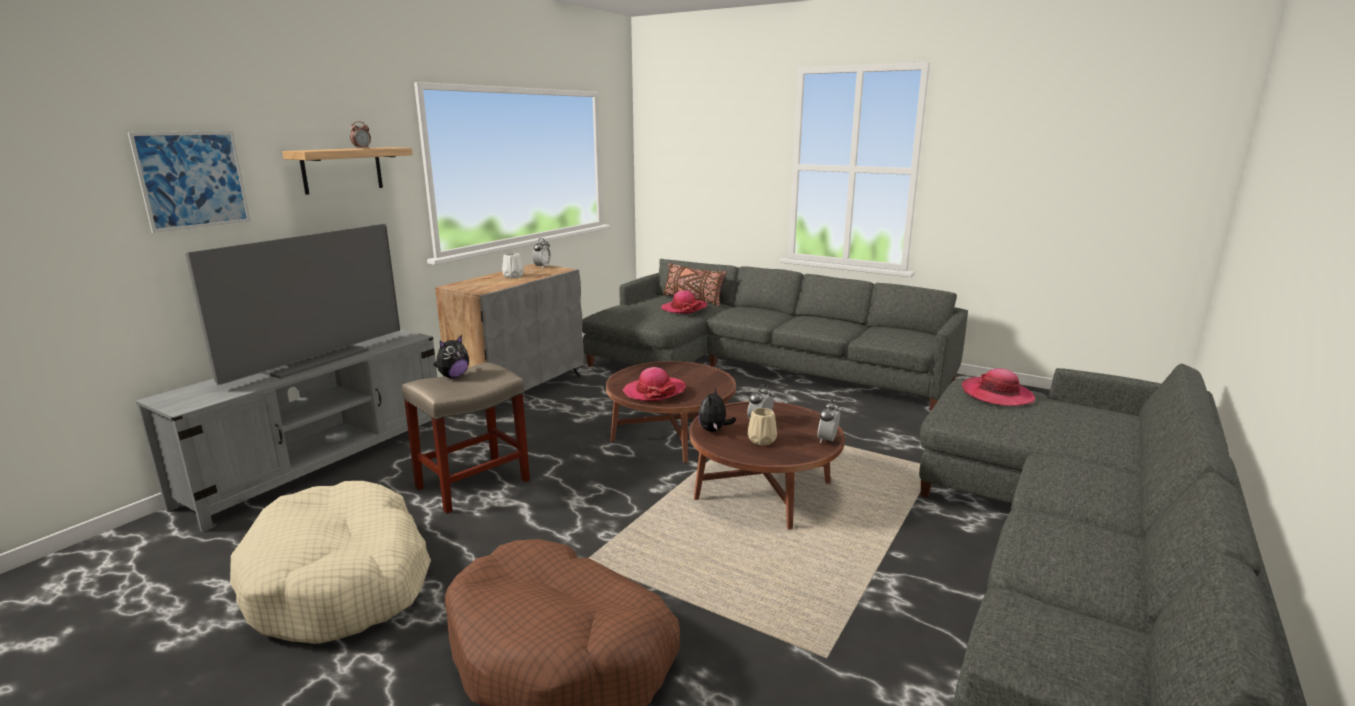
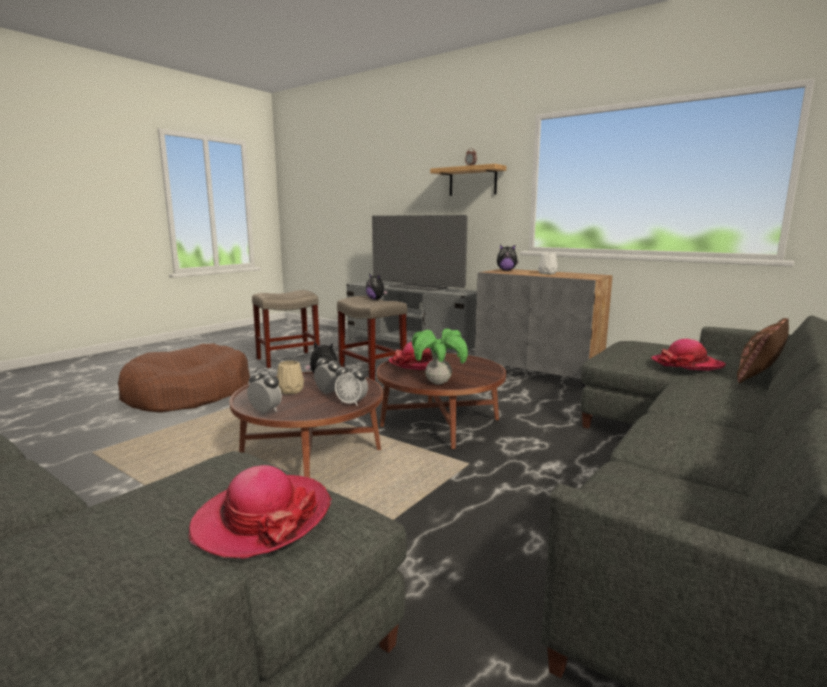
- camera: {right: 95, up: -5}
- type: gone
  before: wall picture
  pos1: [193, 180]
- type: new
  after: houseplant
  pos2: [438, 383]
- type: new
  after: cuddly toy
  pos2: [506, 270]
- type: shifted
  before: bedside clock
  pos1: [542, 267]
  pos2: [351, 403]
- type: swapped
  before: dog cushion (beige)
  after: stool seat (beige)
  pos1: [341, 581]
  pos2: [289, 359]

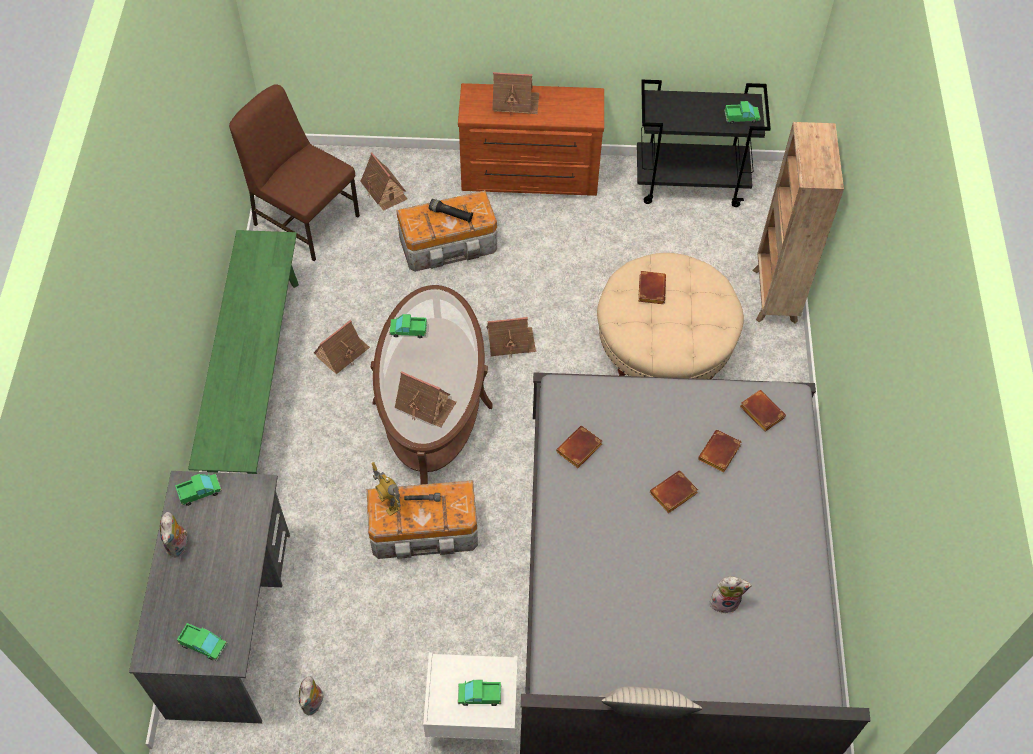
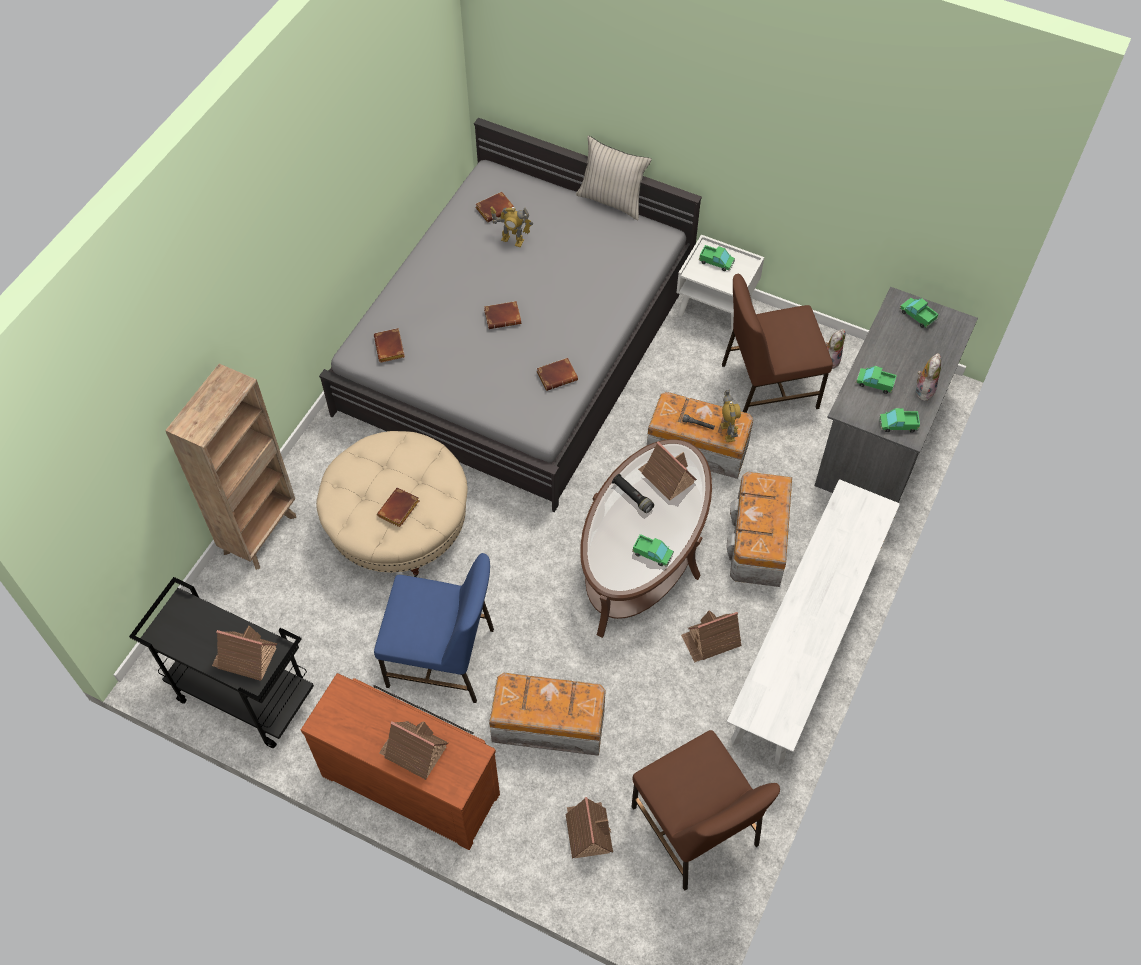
- camera: {right: -155, up: 0}
- type: new
  after: chair (blue)
  pos2: [442, 659]
- type: new
  after: chair (brownish)
  pos2: [767, 386]
- type: new
  after: storage bin
  pos2: [757, 542]
- type: shifted
  before: flashlight (black)
  pos1: [451, 215]
  pos2: [632, 496]
- type: shifted
  before: model house
  pos1: [510, 342]
  pos2: [245, 657]
- type: shifted
  before: bound book (brownish)
  pos1: [720, 454]
  pos2: [495, 208]
- type: shifted
  before: toy truck
  pos1: [741, 117]
  pos2: [874, 383]
- type: swapped
  before: cuddly toy
  after: robot figure
  pos1: [725, 601]
  pos2: [512, 240]
- type: repainted
  before: long seat (green)
  after: long seat (white-coloured)
  pos1: [257, 382]
  pos2: [806, 641]

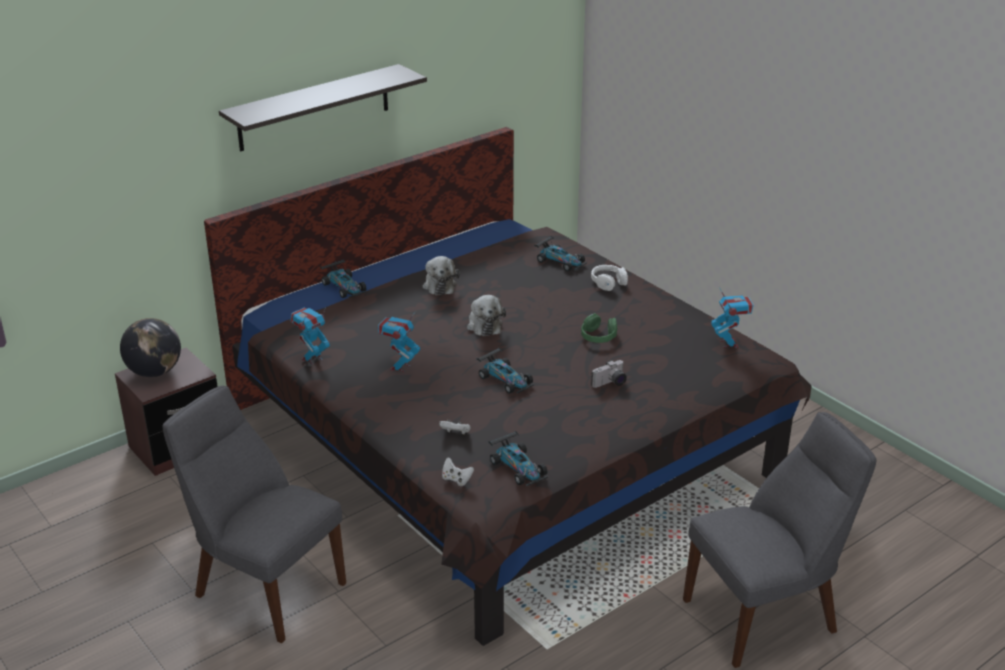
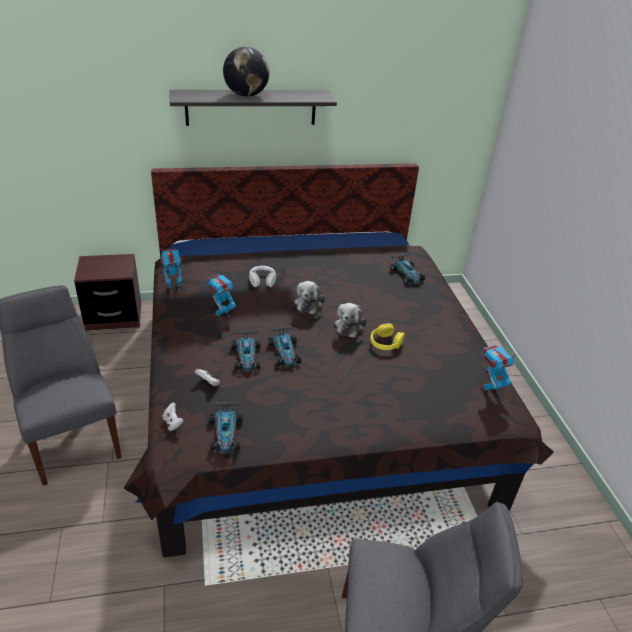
- camera: {right: 25, up: 5}
- type: gone
  before: photo camera
  pos1: [610, 383]
- type: shifted
  before: globe
  pos1: [154, 372]
  pos2: [246, 95]
- type: shifted
  before: toy car
  pos1: [344, 287]
  pos2: [246, 357]
- type: shifted
  before: cuddly toy
  pos1: [439, 285]
  pos2: [350, 326]
- type: shifted
  before: headphones (white-coloured)
  pos1: [608, 282]
  pos2: [262, 280]
- type: repainted
  before: headphones (green)
  after: headphones (yellow)
  pos1: [598, 336]
  pos2: [385, 343]
- type: rotated
  before: robot figure
  pos1: [729, 343]
  pos2: [489, 389]
  turn: -135

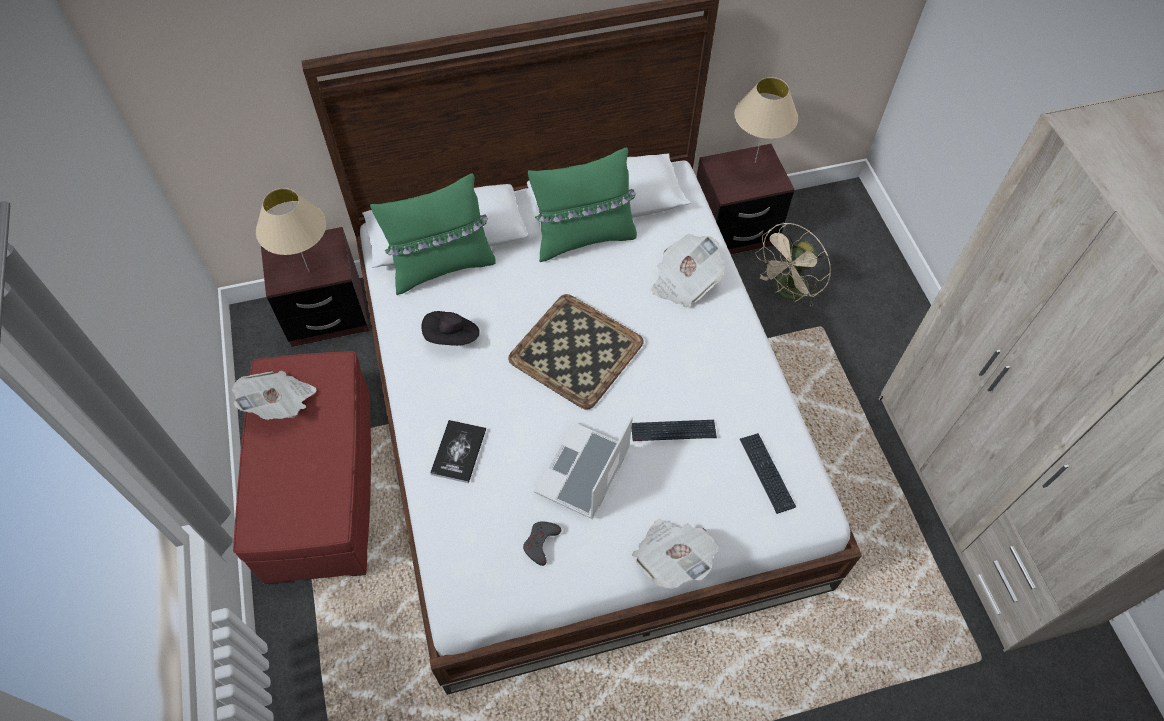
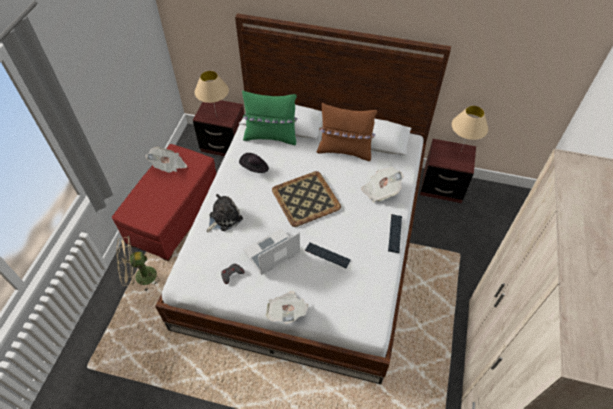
- camera: {right: 30, up: -5}
- type: shifted
  before: computer keyboard
  pos1: [766, 473]
  pos2: [395, 233]
- type: shifted
  before: electric fan (beige)
  pos1: [787, 293]
  pos2: [141, 278]
- type: swapped
  before: bound book
  after: cuddly toy
  pos1: [458, 452]
  pos2: [224, 218]
- type: repainted
  before: throw pillow (green)
  after: throw pillow (brownish)
  pos1: [584, 238]
  pos2: [345, 150]

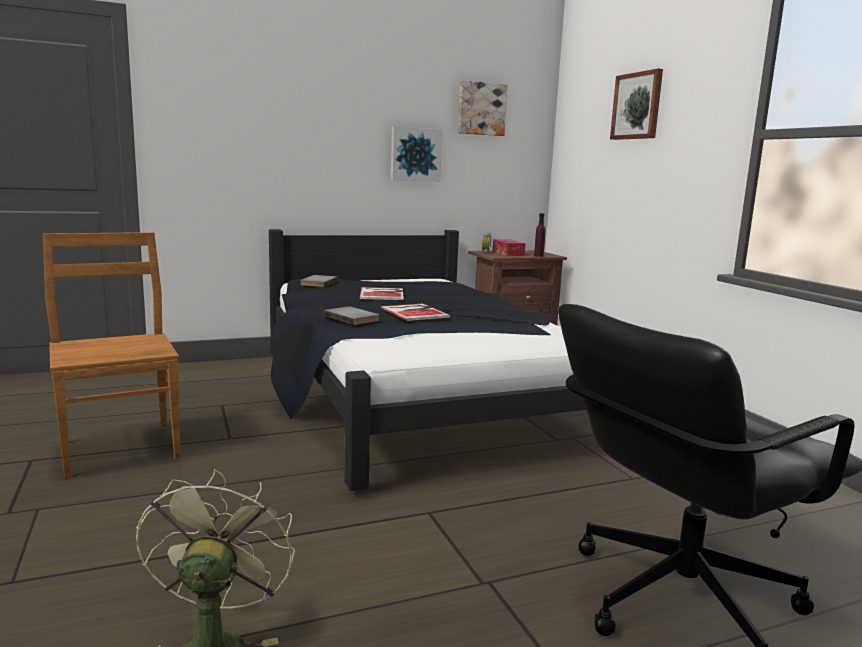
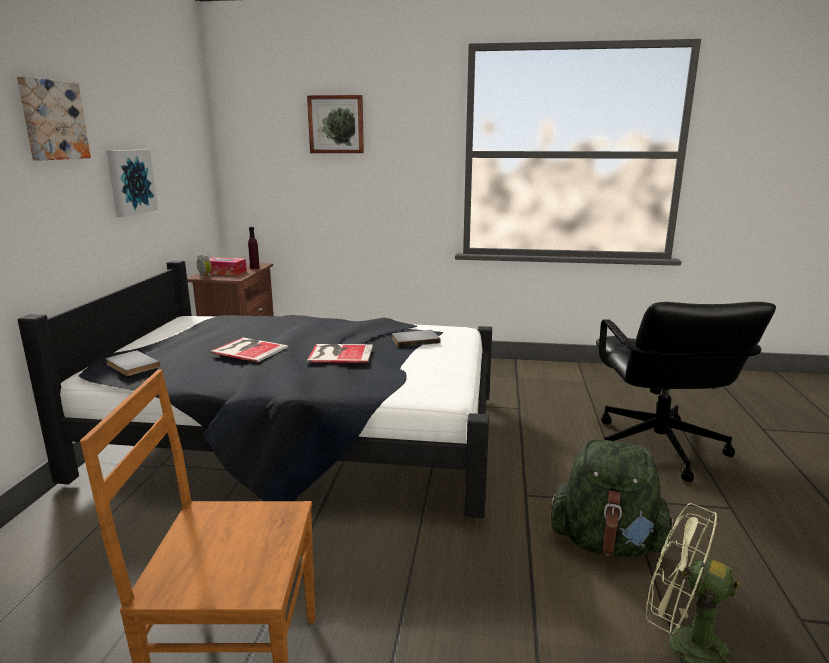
- camera: {right: -60, up: 5}
- type: new
  after: knapsack (green)
  pos2: [607, 543]
- type: shifted
  before: bound book (gray)
  pos1: [353, 317]
  pos2: [415, 340]
- type: shifted
  before: wall picture
  pos1: [481, 109]
  pos2: [52, 120]

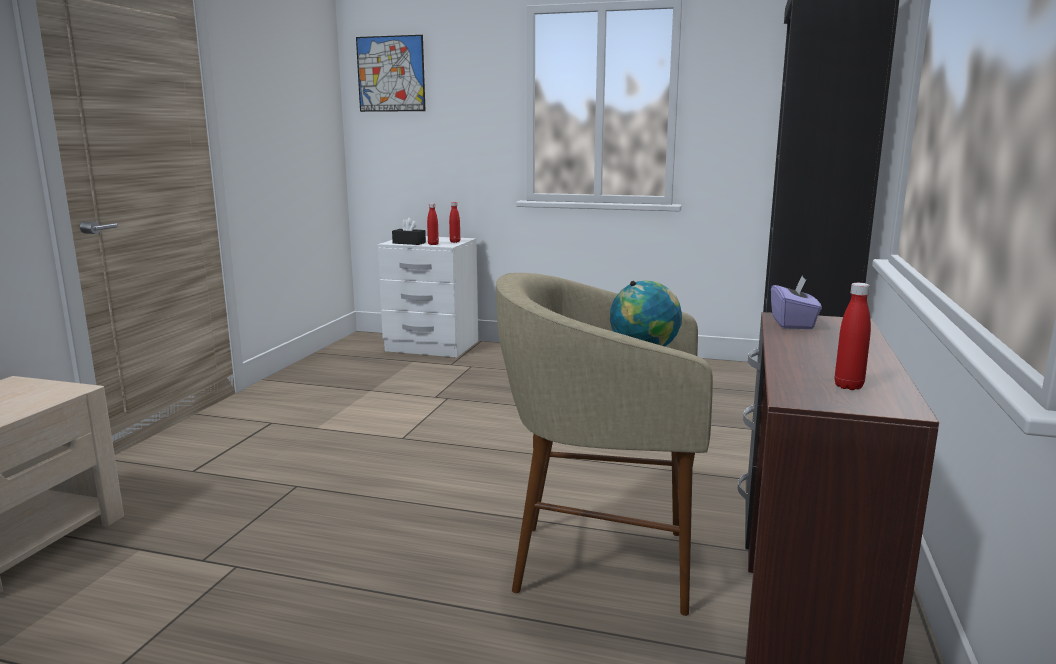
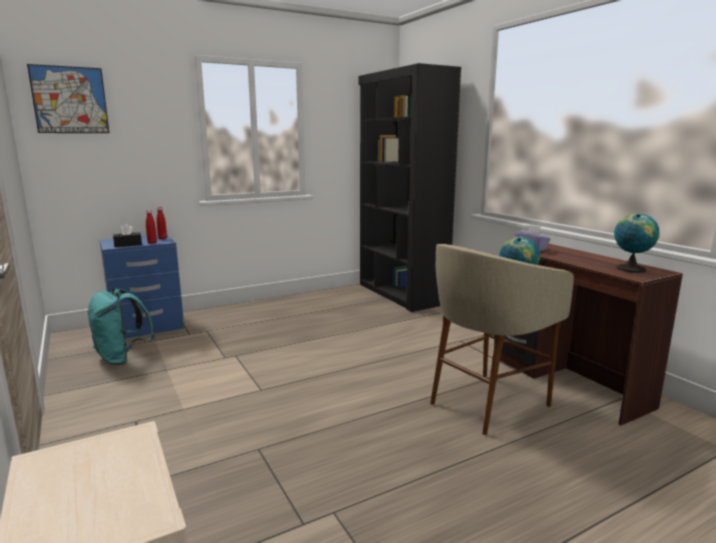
- camera: {right: -45, up: 0}
- type: new
  after: knapsack (turquoise)
  pos2: [122, 358]
- type: swapped
  before: beverage bottle (red)
  after: globe
  pos1: [848, 386]
  pos2: [630, 268]
- type: repainted
  before: nightstand (white-coloured)
  after: nightstand (blue)
  pos1: [431, 347]
  pos2: [147, 326]

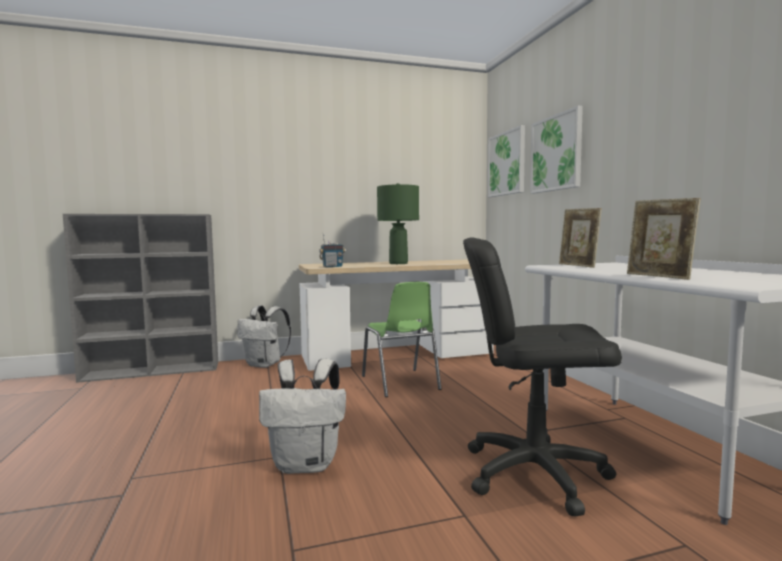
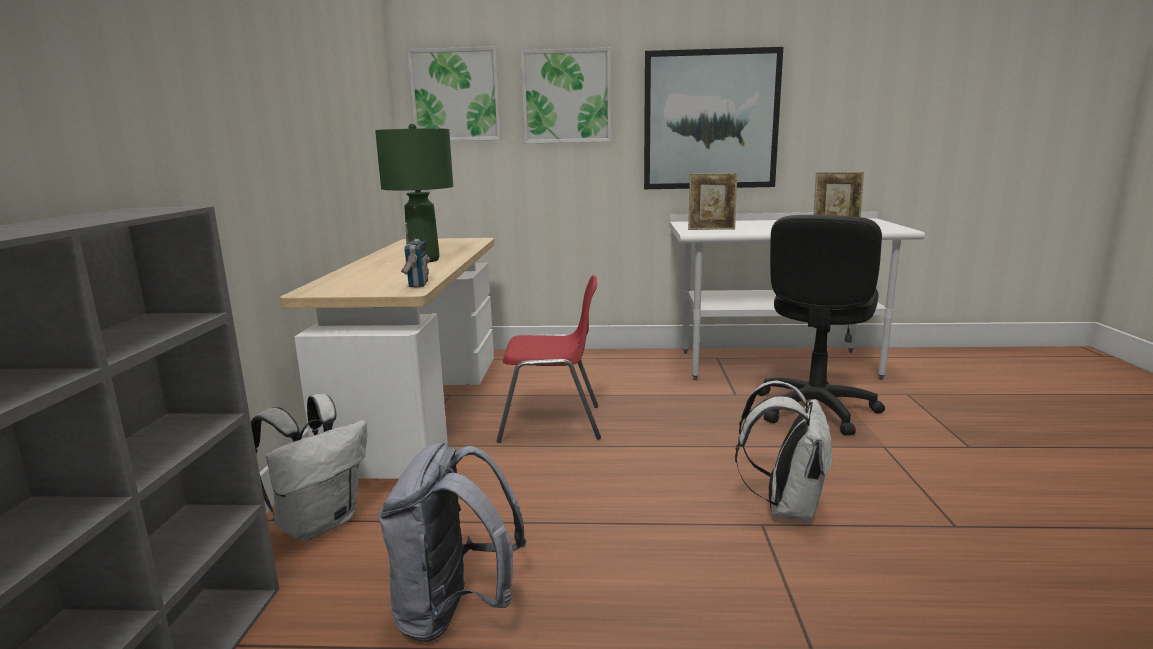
- camera: {right: -70, up: 10}
- type: new
  after: knapsack (gray)
  pos2: [454, 612]
- type: new
  after: wall picture
  pos2: [710, 120]
- type: repainted
  before: chair (green)
  after: chair (red)
  pos1: [400, 383]
  pos2: [552, 423]

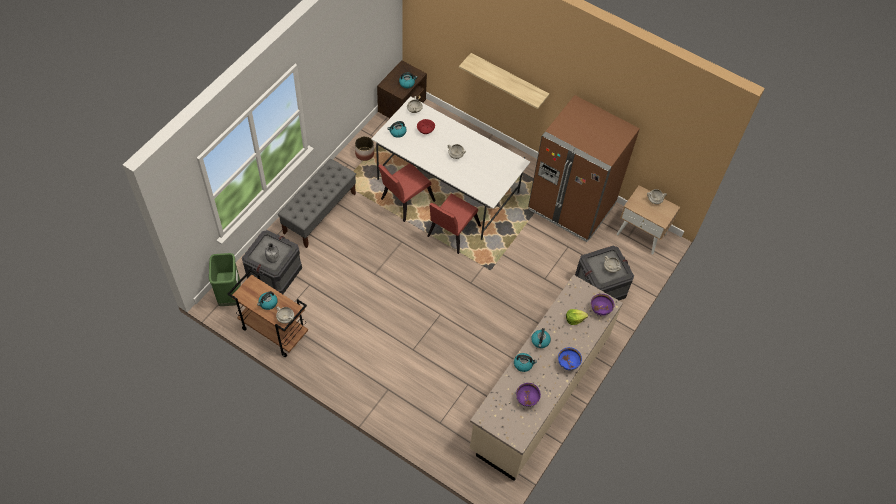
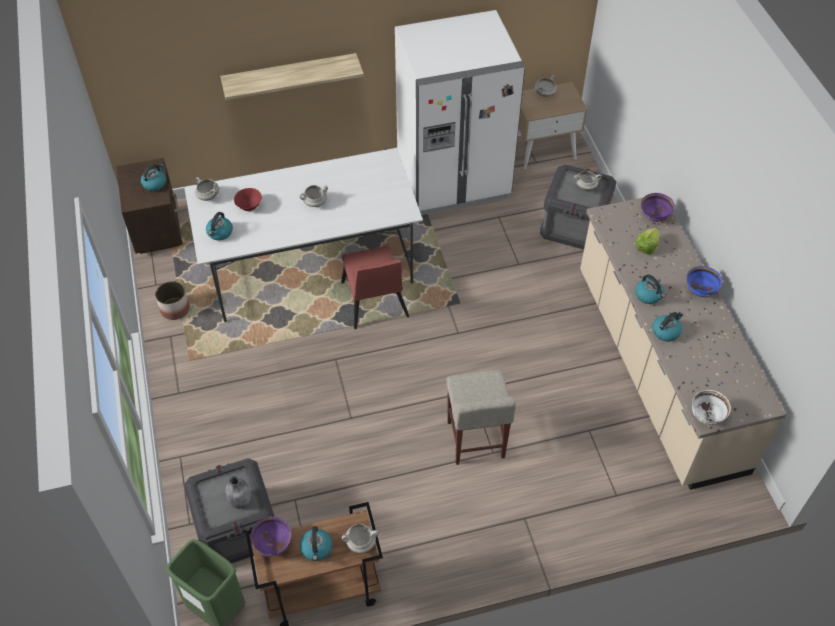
- camera: {right: -45, up: -5}
- type: gone
  before: long seat (gray)
  pos1: [320, 213]
- type: gone
  before: chair (red)
  pos1: [404, 201]
- type: new
  after: stool seat (beige)
  pos2: [475, 440]
- type: new
  after: deep dish (white-coloured)
  pos2: [706, 417]
- type: shifted
  before: deep dish (purple)
  pos1: [527, 399]
  pos2: [273, 544]
- type: repainted
  before: kitchen fridge (brownish)
  after: kitchen fridge (white-coloured)
  pos1: [571, 207]
  pos2: [453, 180]

